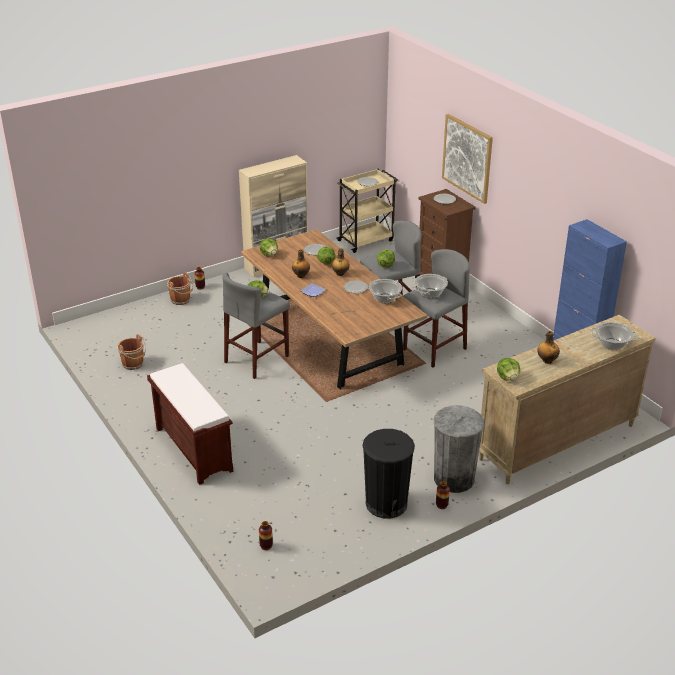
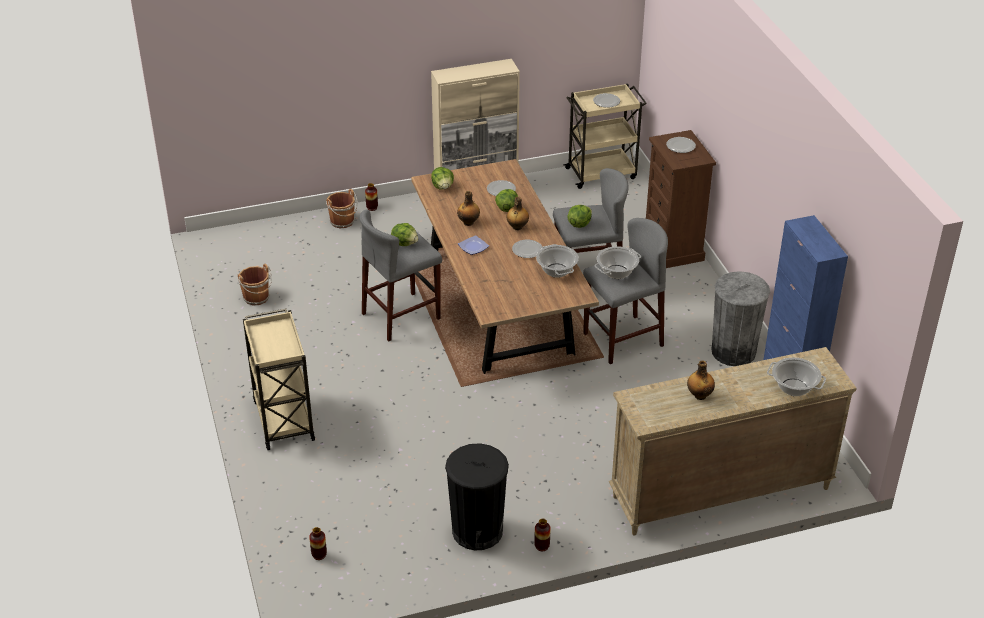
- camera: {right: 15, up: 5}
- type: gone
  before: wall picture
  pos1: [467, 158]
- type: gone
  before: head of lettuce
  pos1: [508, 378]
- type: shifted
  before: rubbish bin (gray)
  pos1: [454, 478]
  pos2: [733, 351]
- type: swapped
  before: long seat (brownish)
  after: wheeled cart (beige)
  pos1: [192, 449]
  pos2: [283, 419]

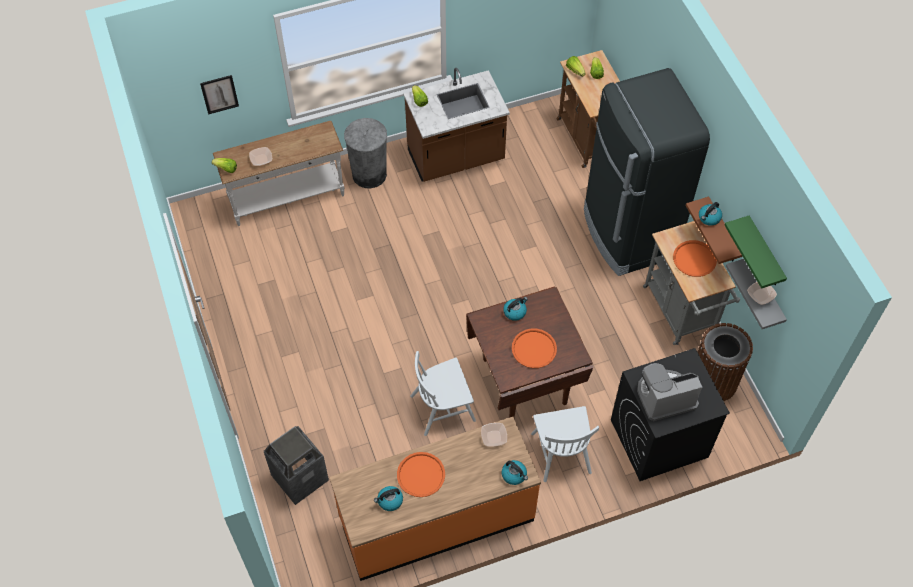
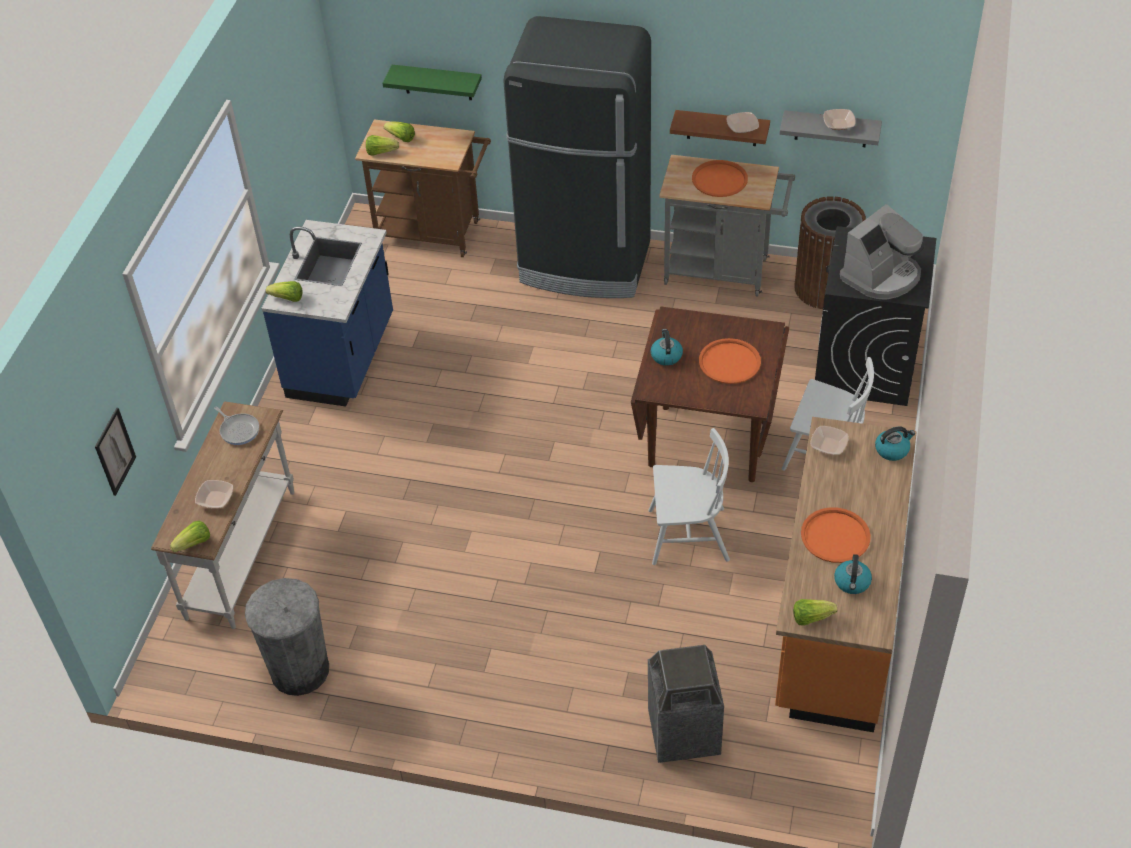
- camera: {right: -55, up: -10}
- type: gone
  before: water kettle
  pos1: [709, 218]
- type: new
  after: frying pan
  pos2: [238, 430]
- type: new
  after: deep dish
  pos2: [742, 127]
- type: new
  after: head of lettuce
  pos2: [811, 617]
- type: shifted
  before: rubbish bin (gray)
  pos1: [369, 174]
  pos2: [299, 670]
- type: shifted
  before: bracket shelf (green)
  pos1: [764, 254]
  pos2: [437, 82]
- type: repainted
  before: counter (brownish)
  after: counter (blue)
  pos1: [456, 158]
  pos2: [343, 358]
- type: rotated
  before: chair (white-coloured)
  pos1: [443, 407]
  pos2: [687, 535]
  turn: -105
- type: rotated
  before: coffee machine
  pos1: [664, 396]
  pos2: [881, 276]
  turn: -150

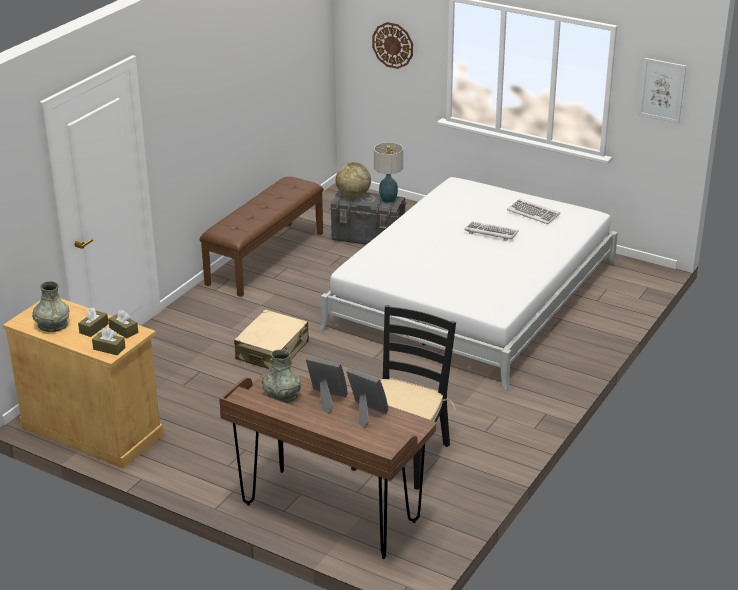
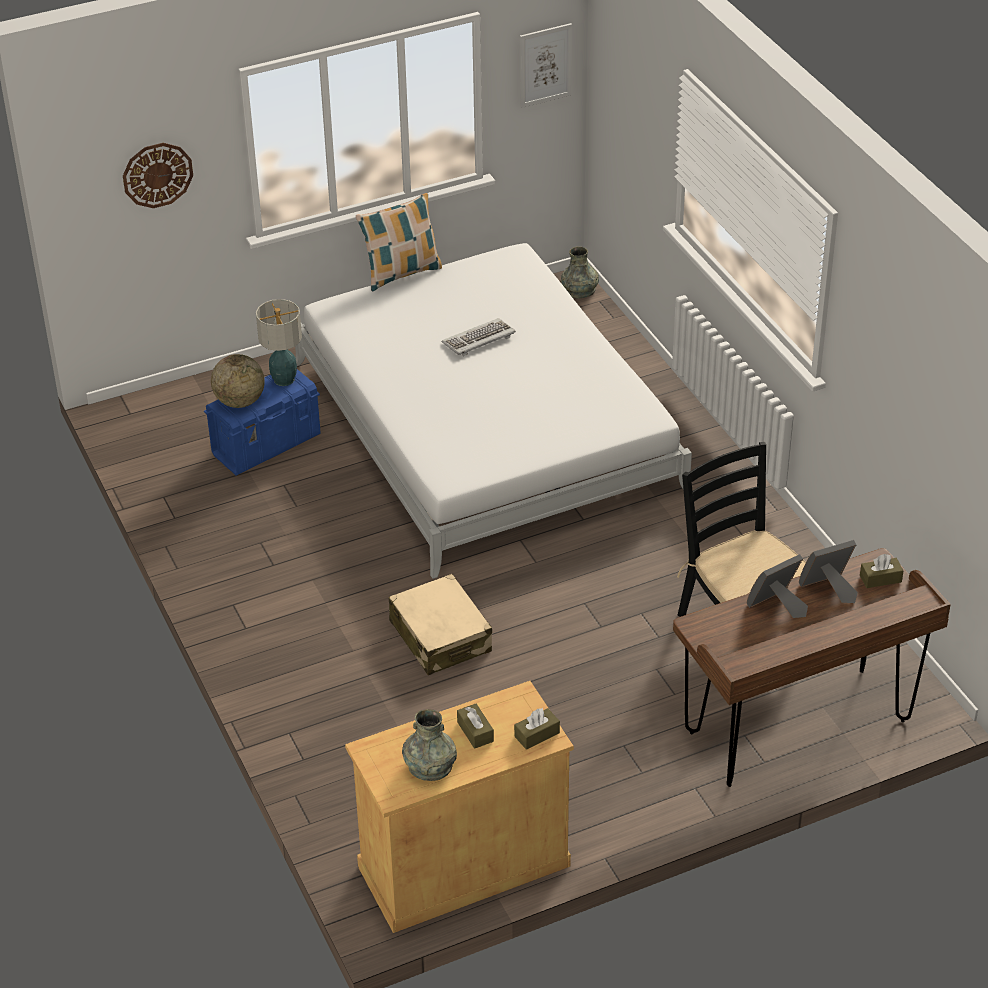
- camera: {right: -55, up: 10}
- type: gone
  before: long seat (brownish)
  pos1: [265, 258]
- type: gone
  before: computer keyboard
  pos1: [533, 213]
- type: new
  after: throw pillow
  pos2: [401, 273]
- type: shifted
  before: box of tissues (brownish)
  pos1: [123, 330]
  pos2: [880, 578]
- type: shifted
  before: decorative vase (gray)
  pos1: [282, 395]
  pos2: [580, 290]
- type: repainted
  before: storage bin (gray)
  after: storage bin (blue)
  pos1: [368, 238]
  pos2: [267, 445]

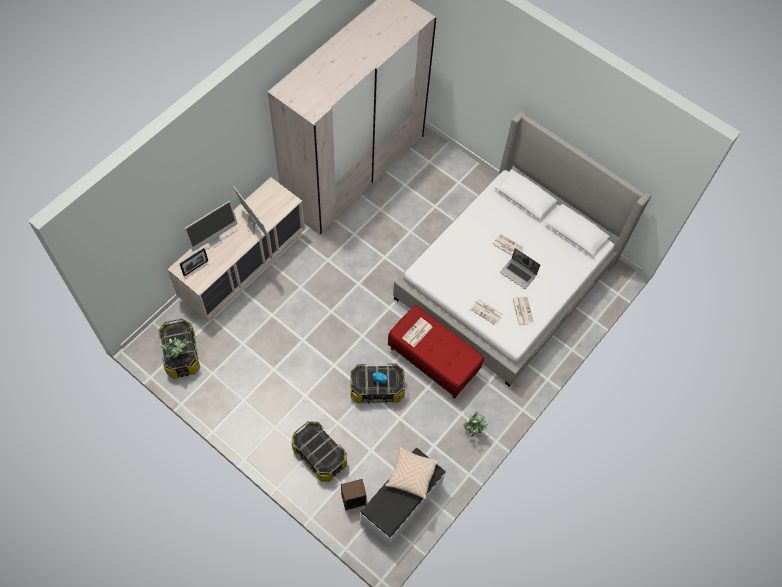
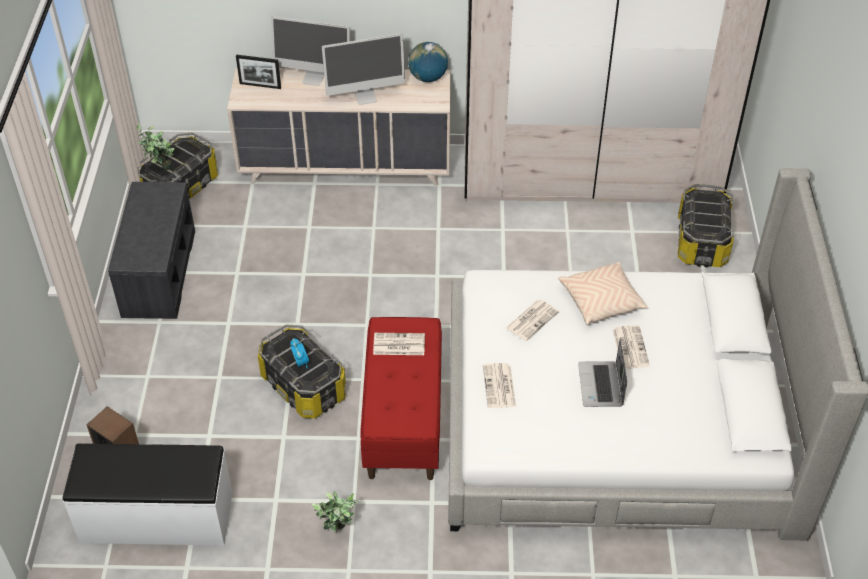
- camera: {right: 55, up: -15}
- type: new
  after: long seat (gray)
  pos2: [158, 272]
- type: new
  after: globe
  pos2: [428, 78]
- type: shifted
  before: storage bin
  pos1: [319, 456]
  pos2: [701, 241]
- type: shifted
  before: throw pillow (beige)
  pos1: [412, 475]
  pos2: [601, 301]
- type: shifted
  before: daily paper
  pos1: [522, 310]
  pos2: [532, 319]
- type: rotated
  before: monitor
  pos1: [254, 227]
  pos2: [365, 97]
  turn: 60

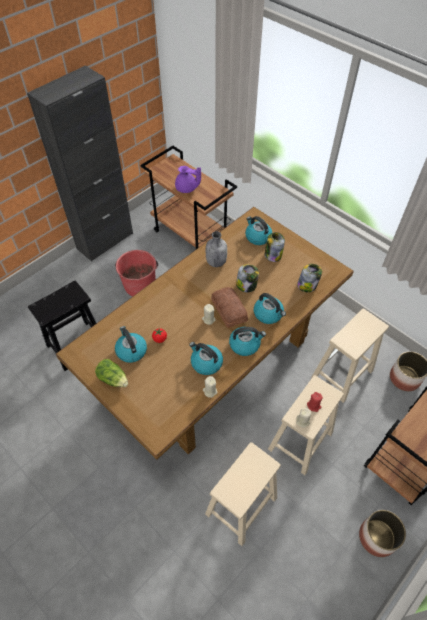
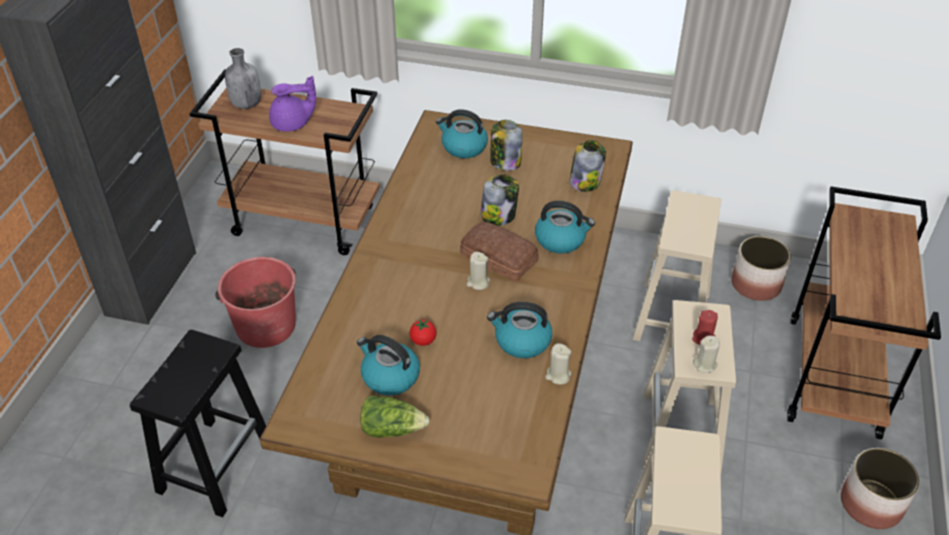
- camera: {right: -30, up: -10}
- type: gone
  before: water kettle
  pos1: [245, 344]
- type: shifted
  before: beverage bottle (gray)
  pos1: [216, 262]
  pos2: [246, 104]

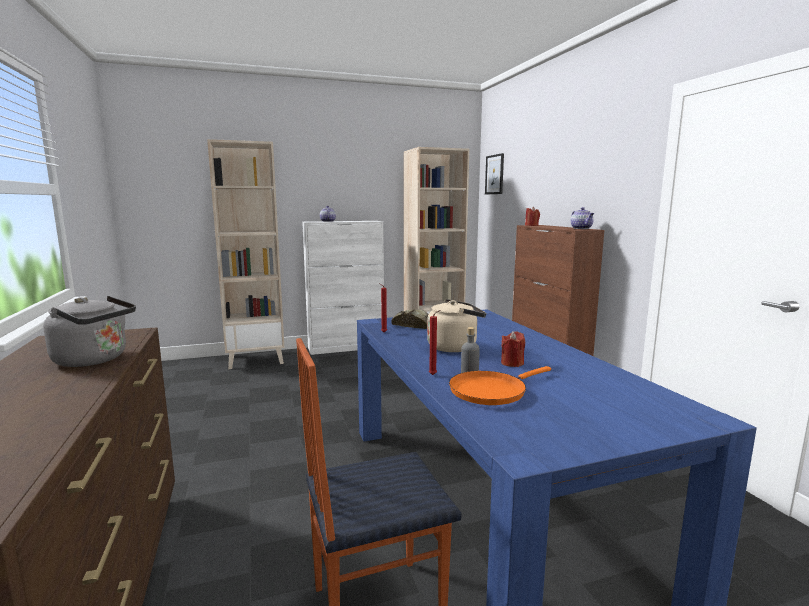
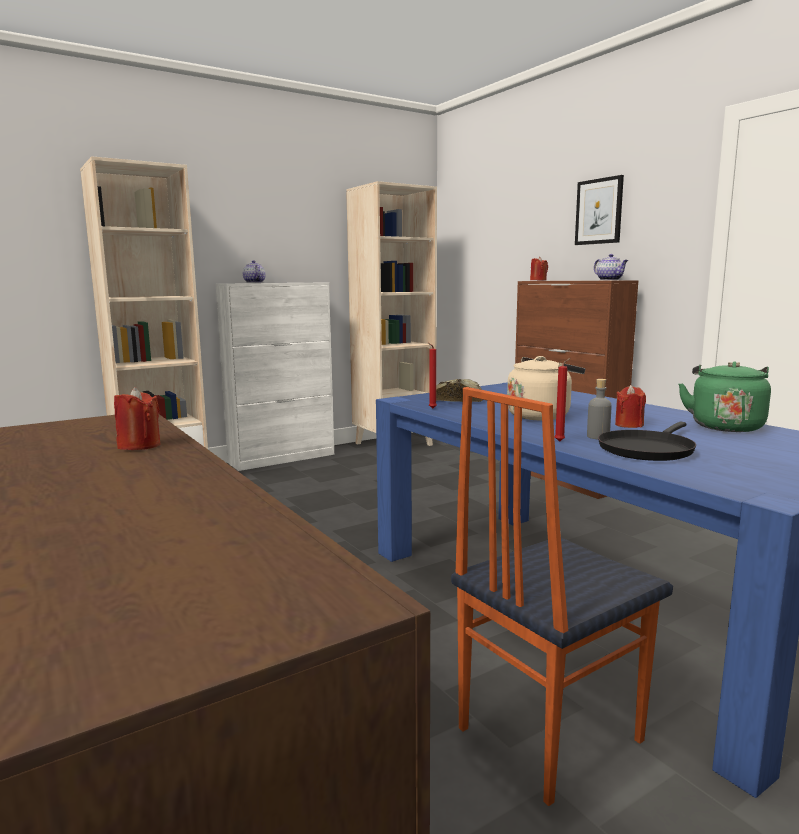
- camera: {right: -15, up: 0}
- type: new
  after: water kettle (green)
  pos2: [725, 426]
- type: shifted
  before: wall picture
  pos1: [494, 174]
  pos2: [599, 211]
- type: swapped
  before: water kettle (gray)
  after: candle (red)
  pos1: [95, 360]
  pos2: [139, 445]
- type: repainted
  before: frying pan (orange)
  after: frying pan (black)
  pos1: [491, 391]
  pos2: [647, 449]

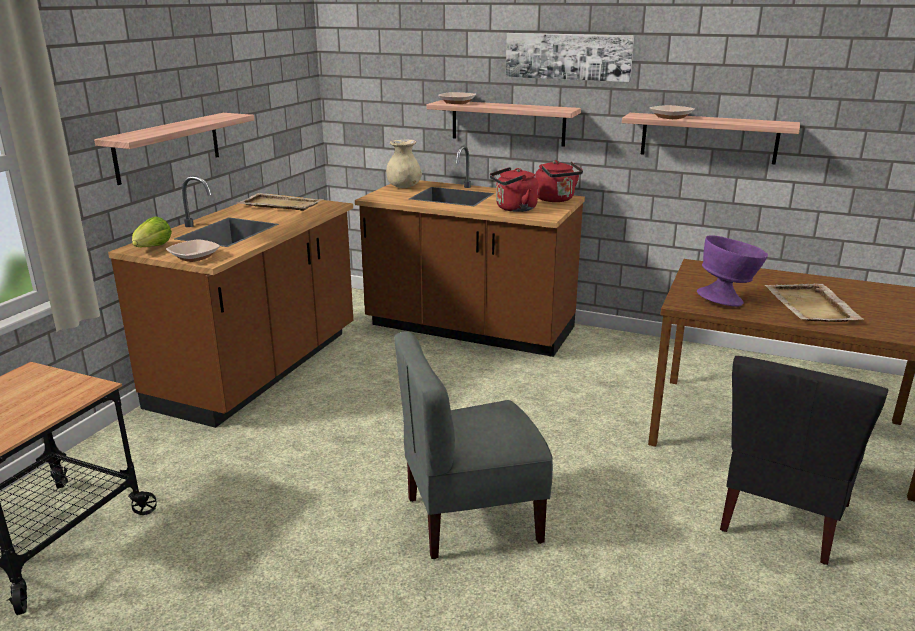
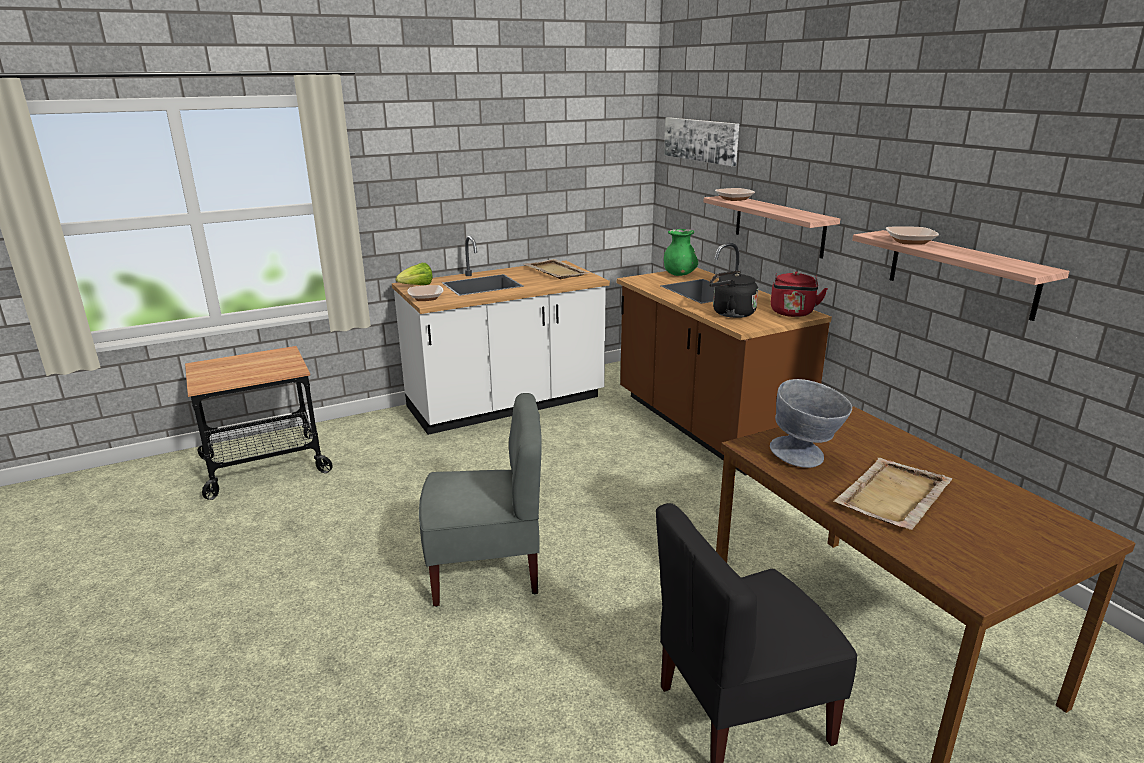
- camera: {right: 40, up: 0}
- type: gone
  before: bracket shelf
  pos1: [168, 147]
- type: shifted
  before: wall picture
  pos1: [568, 56]
  pos2: [701, 140]
- type: repainted
  before: counter (brownish)
  after: counter (white-coloured)
  pos1: [259, 369]
  pos2: [506, 404]
- type: repainted
  before: decorative vase (beige)
  after: decorative vase (green)
  pos1: [404, 187]
  pos2: [679, 274]
- type: repainted
  before: water kettle (red)
  after: water kettle (black)
  pos1: [513, 209]
  pos2: [730, 313]
- type: repainted
  before: deep dish (purple)
  after: deep dish (gray)
  pos1: [728, 300]
  pos2: [806, 458]
- type: rotated
  before: chair (gray)
  pos1: [471, 518]
  pos2: [487, 570]
  turn: 150

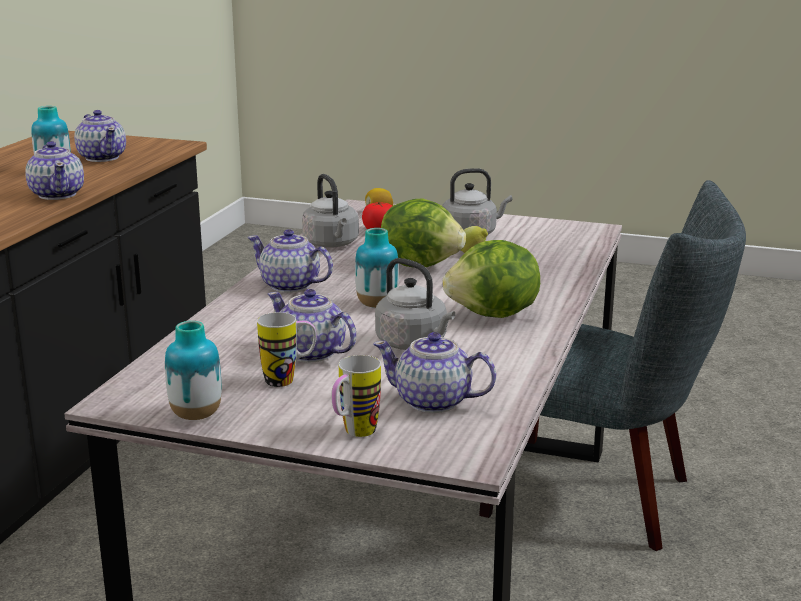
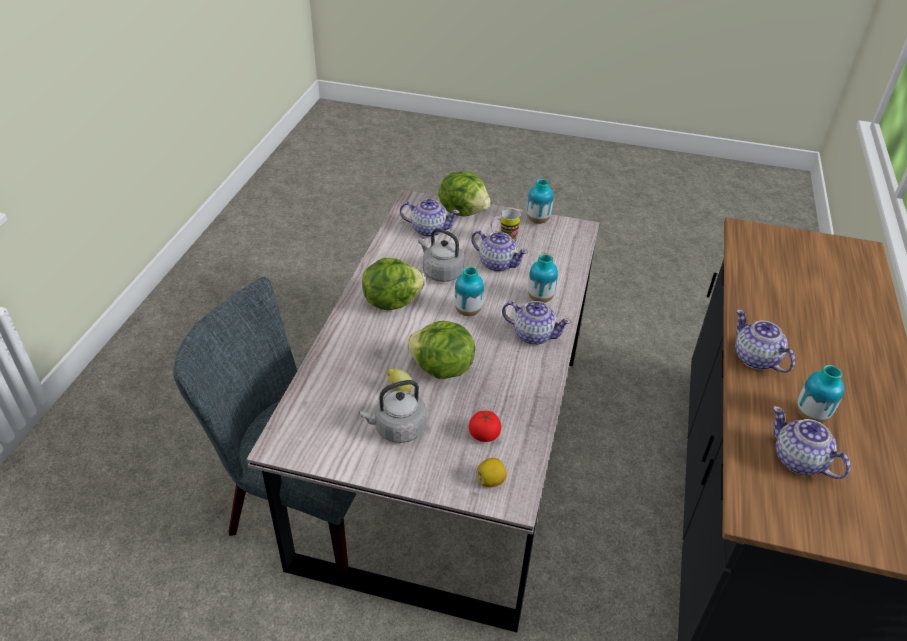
- camera: {right: 175, up: 20}
- type: gone
  before: water kettle (gray)
  pos1: [332, 244]
- type: new
  after: decorative vase
  pos2: [540, 298]
- type: swapped
  before: mug
  after: head of lettuce
  pos1: [354, 434]
  pos2: [463, 211]

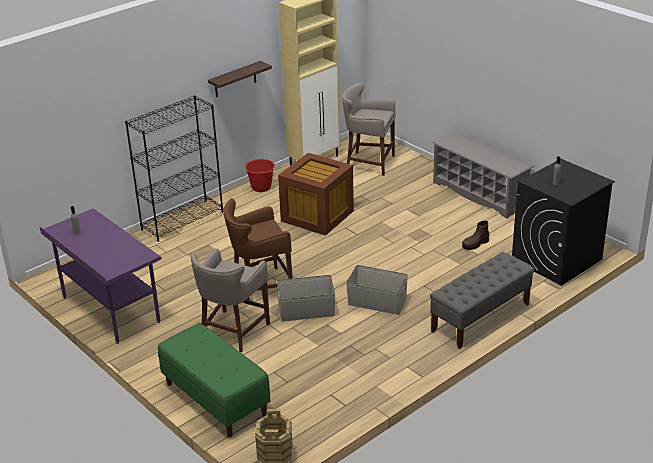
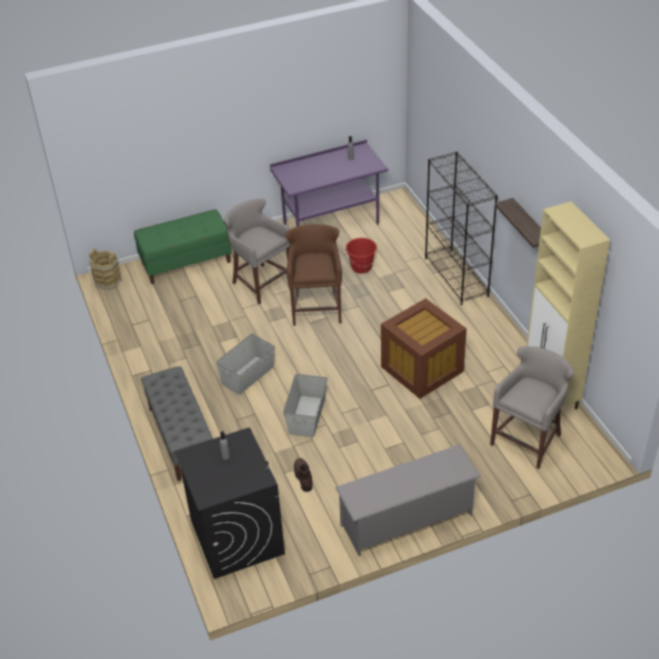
- camera: {right: 110, up: 10}
- type: shifted
  before: water bucket (red)
  pos1: [261, 187]
  pos2: [361, 267]
- type: shifted
  before: storage bin (gray)
  pos1: [306, 311]
  pos2: [307, 415]

